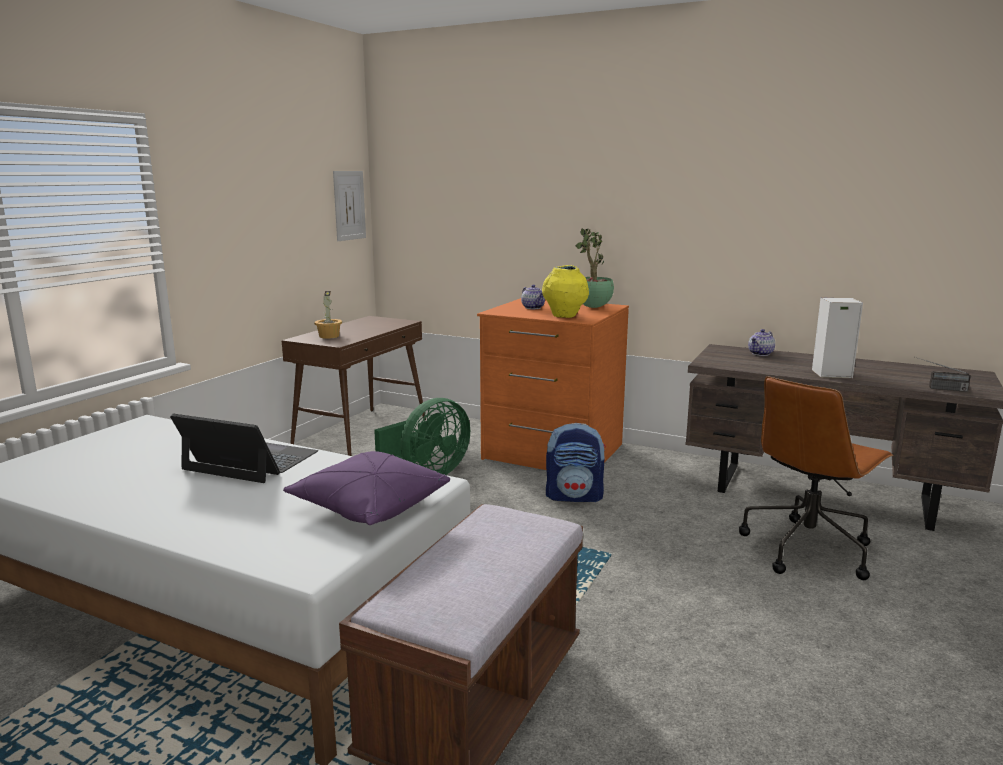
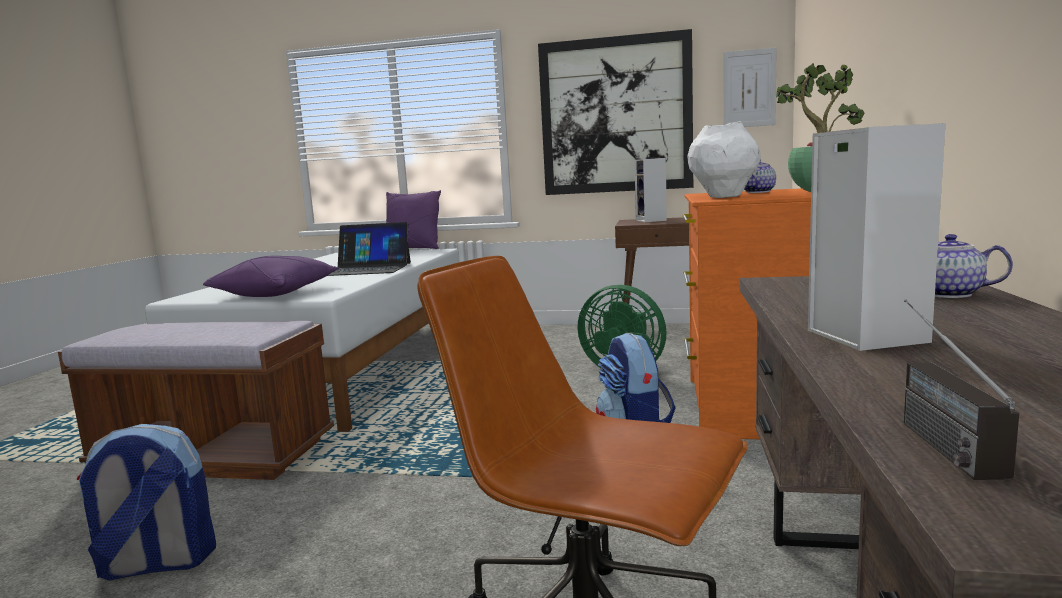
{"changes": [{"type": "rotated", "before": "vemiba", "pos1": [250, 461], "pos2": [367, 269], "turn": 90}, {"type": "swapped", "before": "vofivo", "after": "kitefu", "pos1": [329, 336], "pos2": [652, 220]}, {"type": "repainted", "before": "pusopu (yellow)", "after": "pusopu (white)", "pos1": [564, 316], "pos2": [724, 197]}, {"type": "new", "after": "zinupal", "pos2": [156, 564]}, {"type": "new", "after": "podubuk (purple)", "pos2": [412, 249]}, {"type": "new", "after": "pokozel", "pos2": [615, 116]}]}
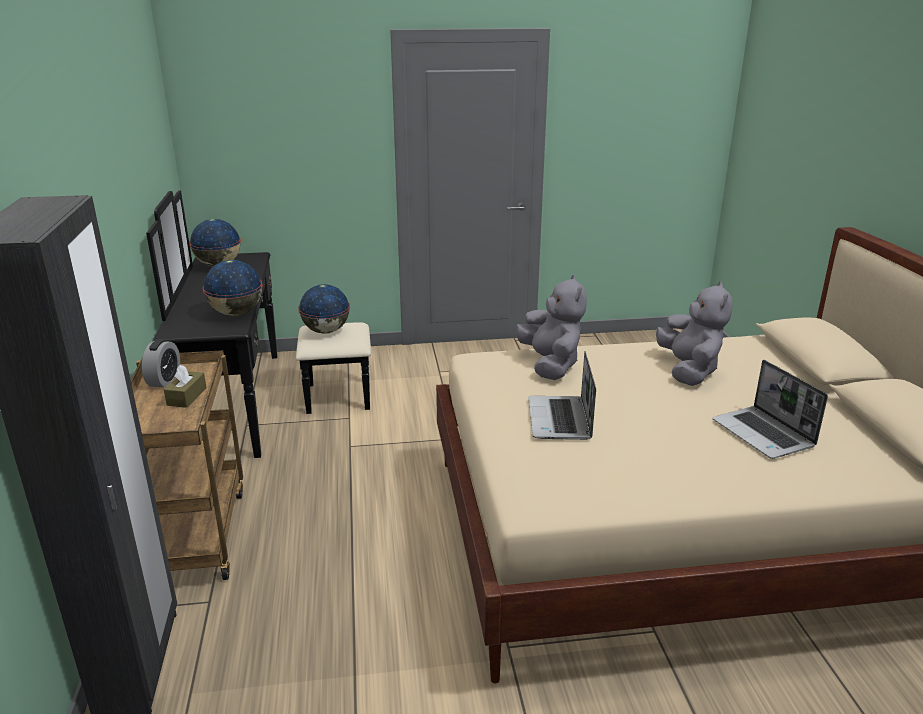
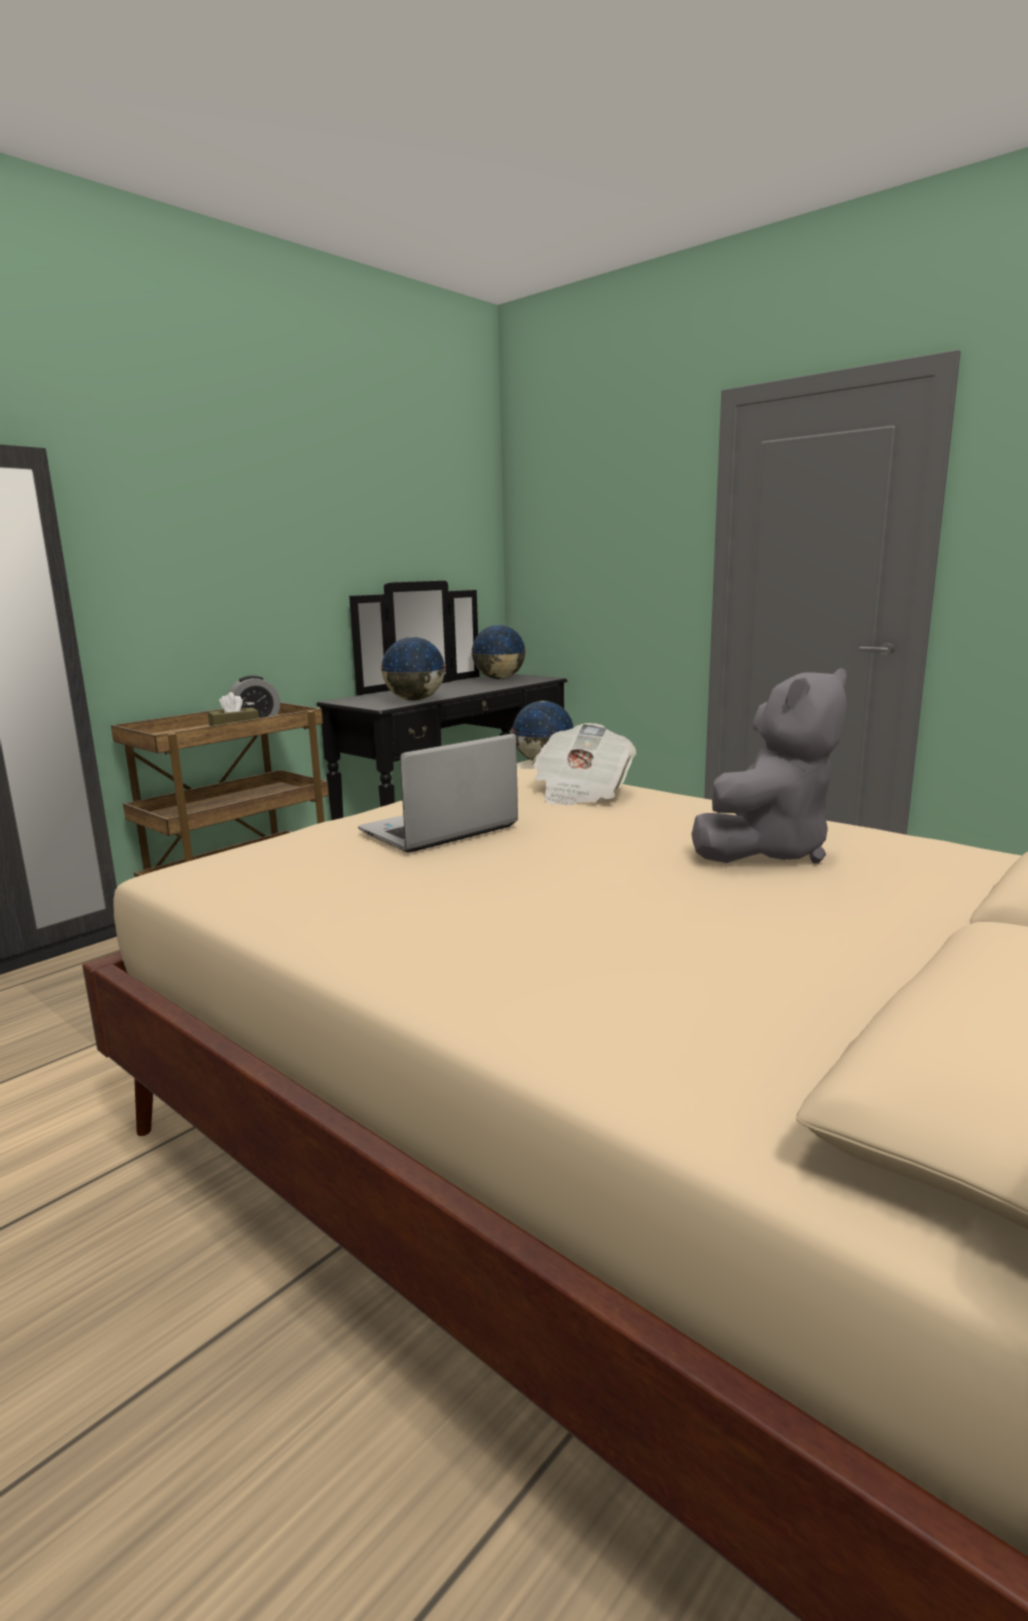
{"changes": [{"type": "swapped", "before": "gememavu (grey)", "after": "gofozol", "pos1": [550, 365], "pos2": [580, 793]}, {"type": "gone", "before": "vemiba", "pos1": [764, 434]}]}
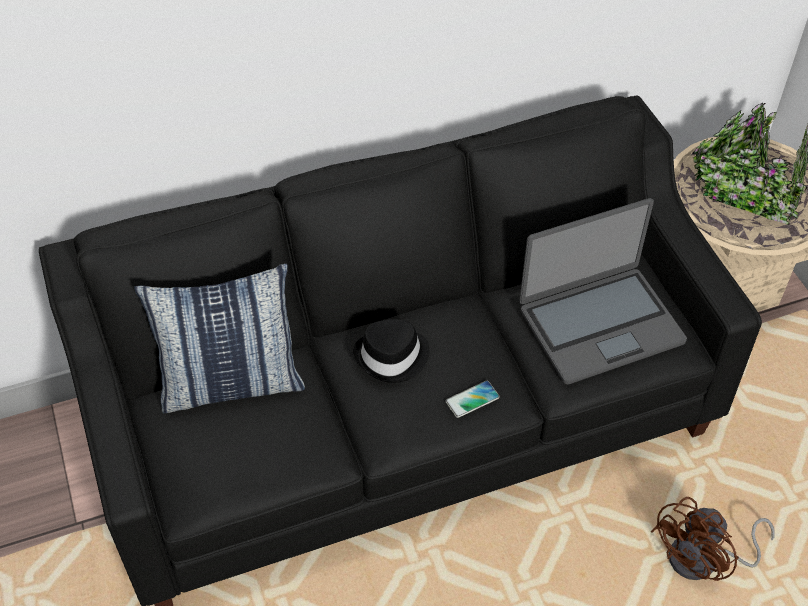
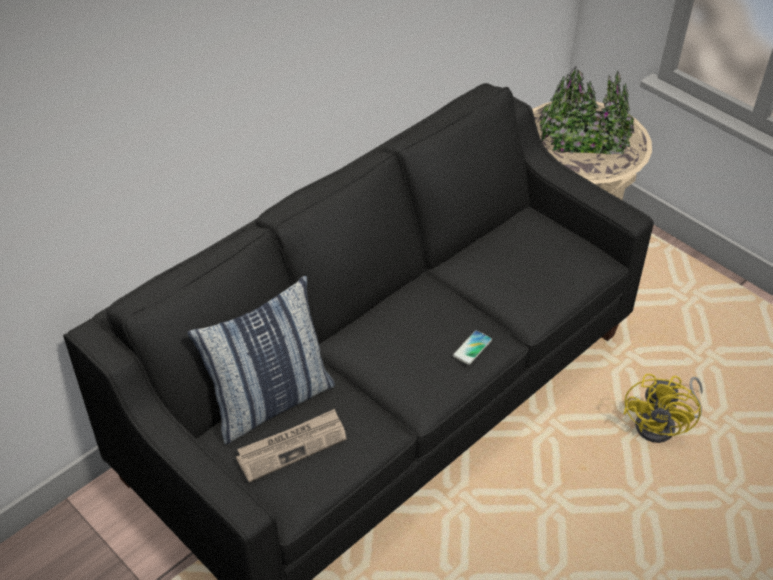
{"changes": [{"type": "gone", "before": "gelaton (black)", "pos1": [392, 357]}, {"type": "gone", "before": "vemiba", "pos1": [600, 324]}, {"type": "repainted", "before": "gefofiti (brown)", "after": "gefofiti (yellow)", "pos1": [703, 560], "pos2": [662, 425]}, {"type": "new", "after": "gofozol", "pos2": [292, 446]}]}
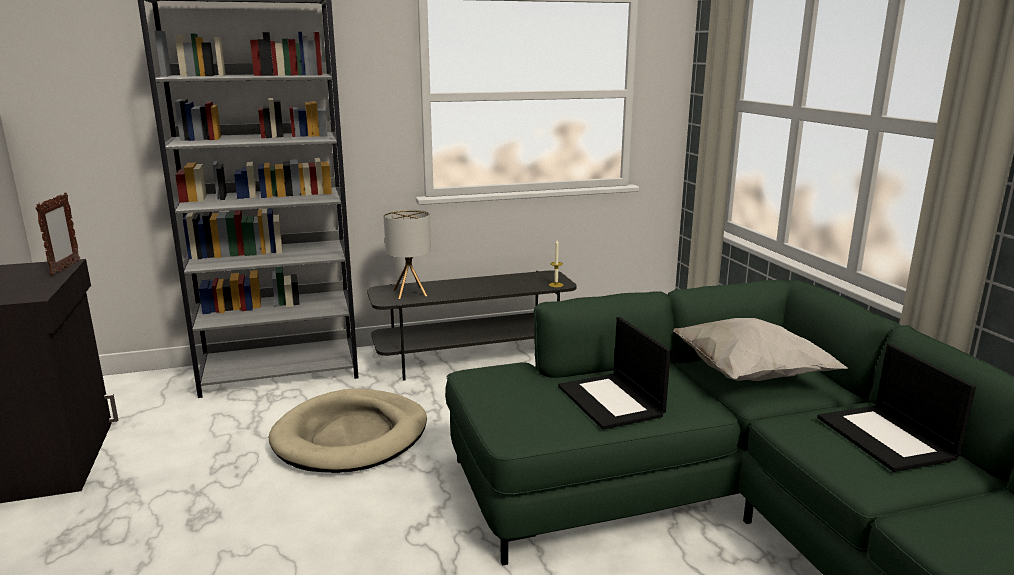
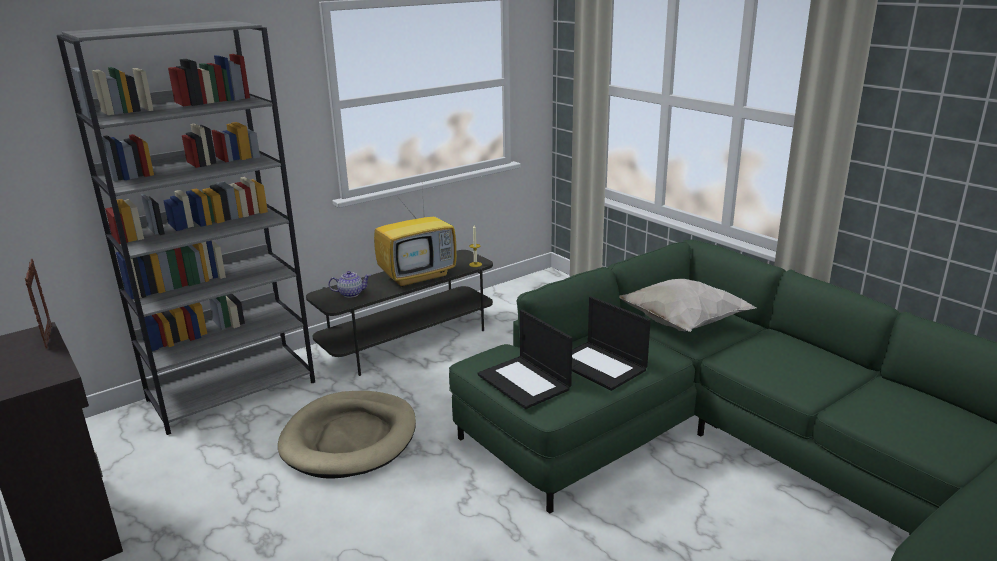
{"changes": [{"type": "swapped", "before": "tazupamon", "after": "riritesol", "pos1": [410, 292], "pos2": [350, 294]}, {"type": "shifted", "before": "vemiba", "pos1": [887, 438], "pos2": [525, 382]}, {"type": "new", "after": "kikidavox", "pos2": [418, 276]}]}
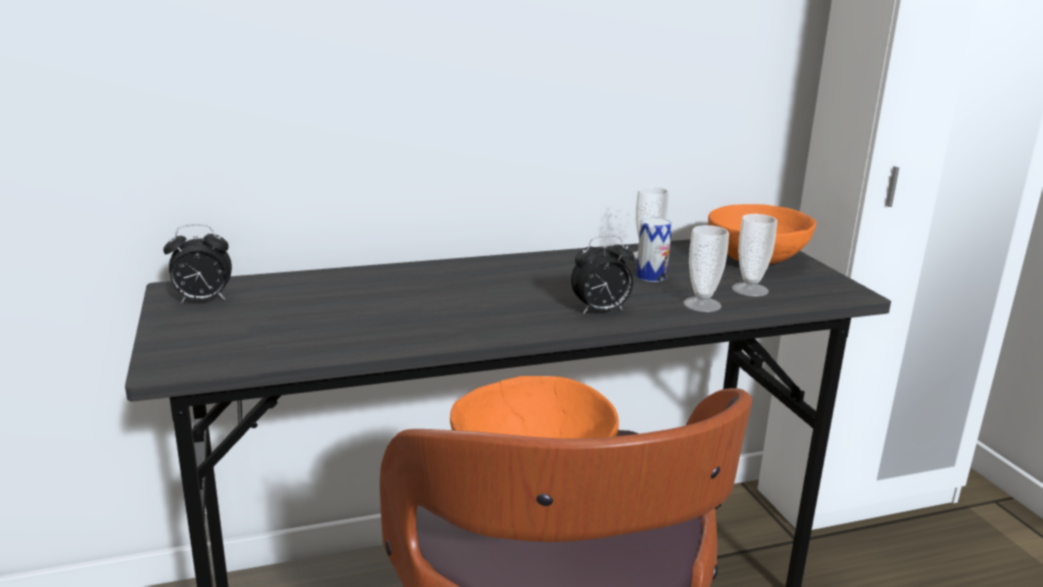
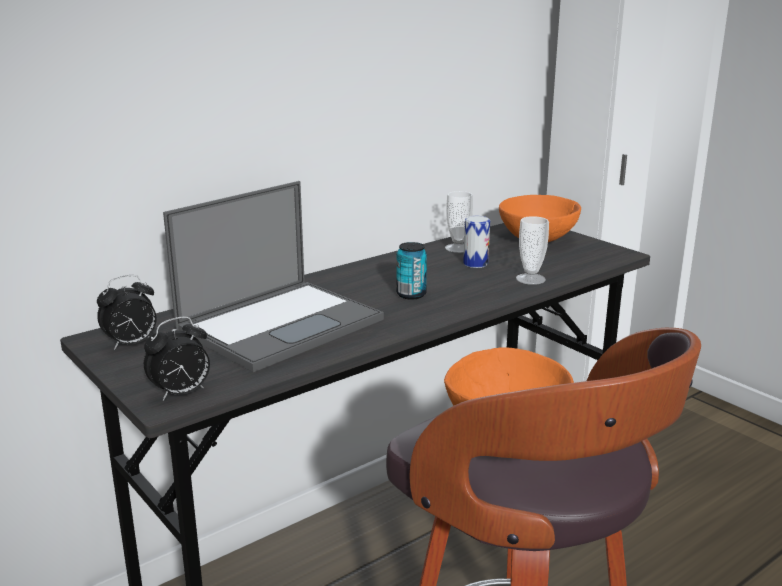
{"changes": [{"type": "shifted", "before": "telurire", "pos1": [601, 311], "pos2": [181, 394]}, {"type": "gone", "before": "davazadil", "pos1": [750, 290]}, {"type": "new", "after": "vemiba", "pos2": [282, 324]}, {"type": "new", "after": "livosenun", "pos2": [411, 294]}]}
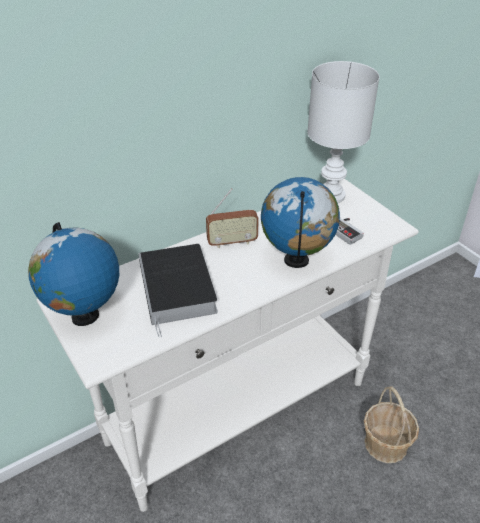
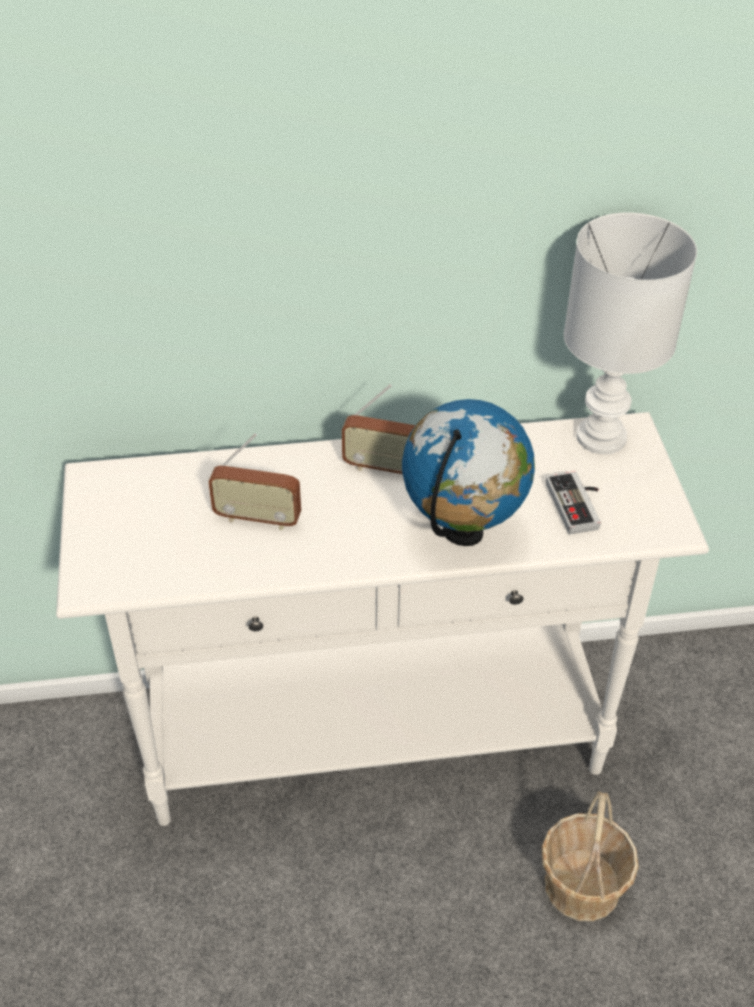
{"changes": [{"type": "gone", "before": "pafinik", "pos1": [85, 317]}, {"type": "swapped", "before": "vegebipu", "after": "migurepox", "pos1": [178, 290], "pos2": [257, 518]}]}
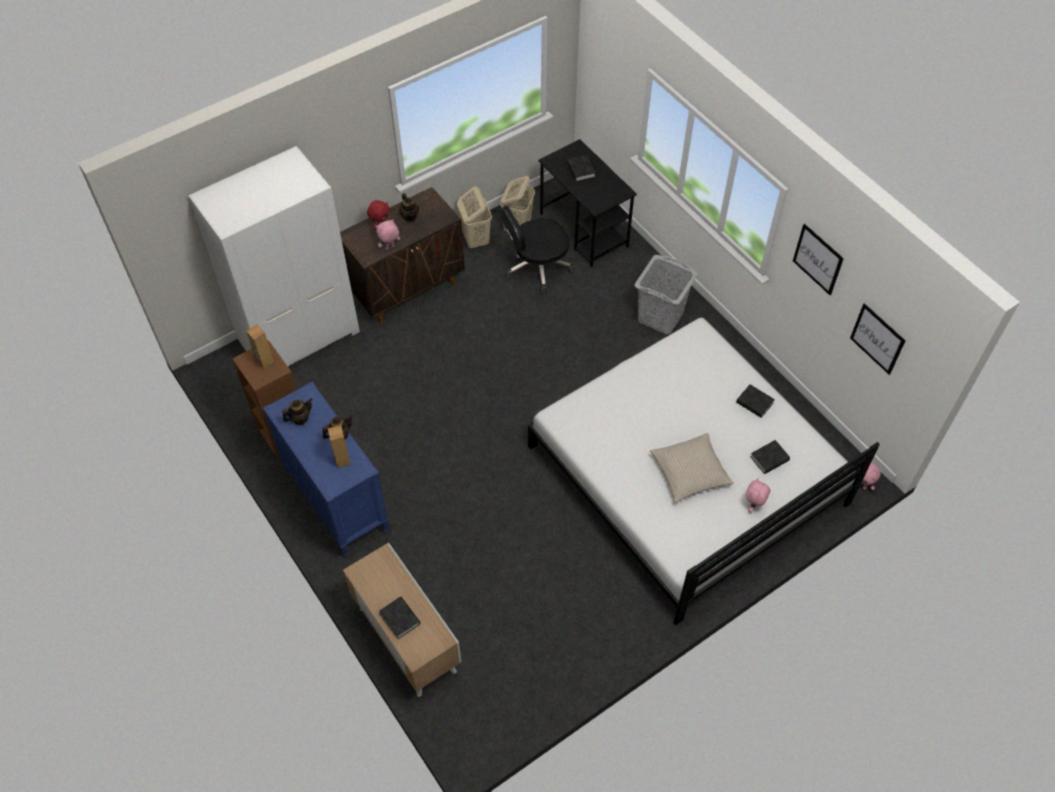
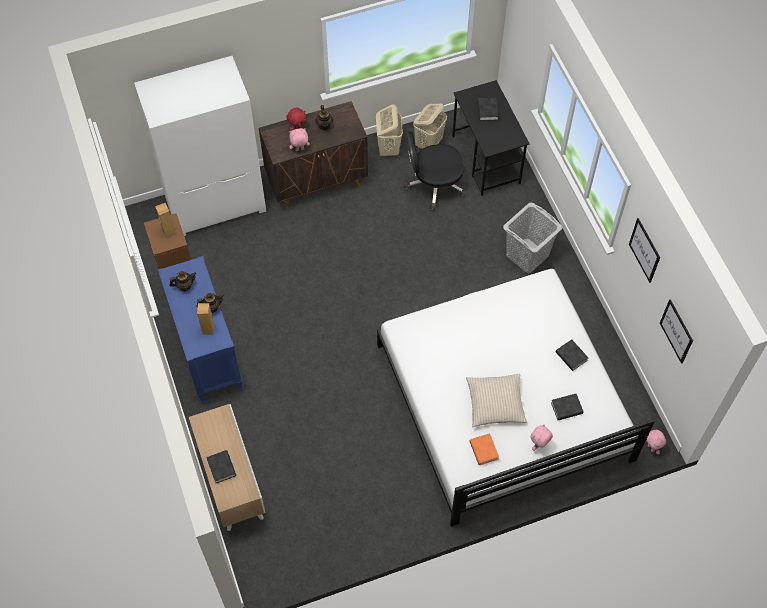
{"changes": [{"type": "new", "after": "vegebipu (orange)", "pos2": [483, 450]}]}
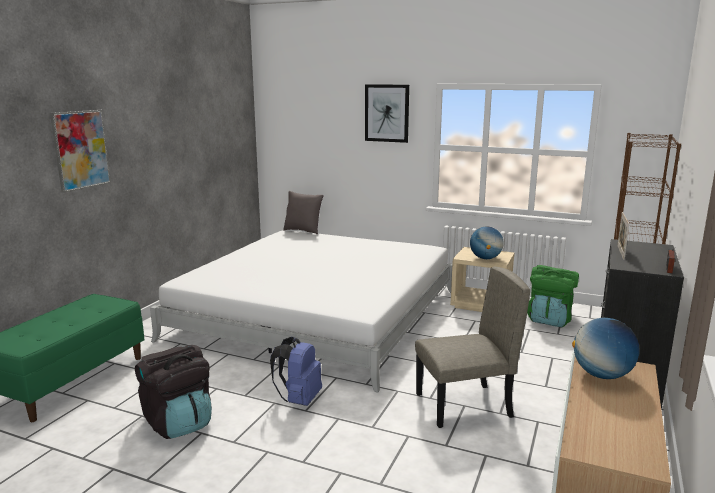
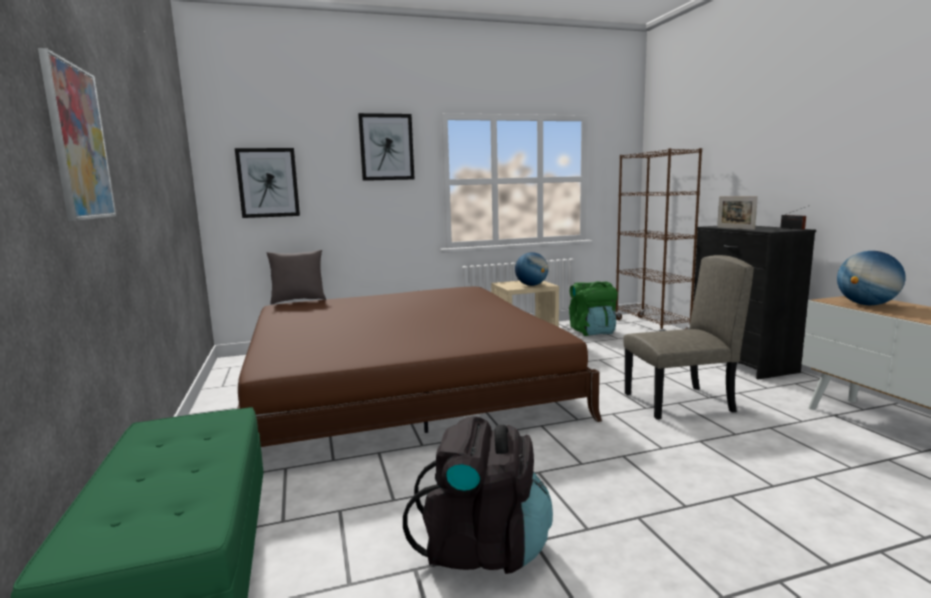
{"changes": [{"type": "repainted", "before": "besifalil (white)", "after": "besifalil (brown)", "pos1": [317, 314], "pos2": [400, 384]}, {"type": "gone", "before": "zinupal (blue)", "pos1": [299, 399]}, {"type": "rotated", "before": "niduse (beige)", "pos1": [463, 406], "pos2": [678, 403], "turn": 45}, {"type": "new", "after": "pokozel", "pos2": [268, 183]}]}
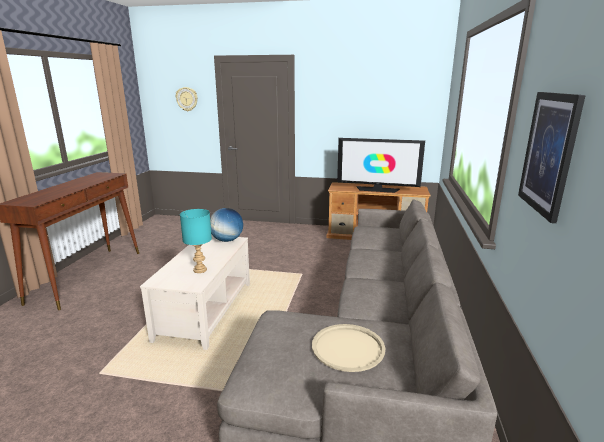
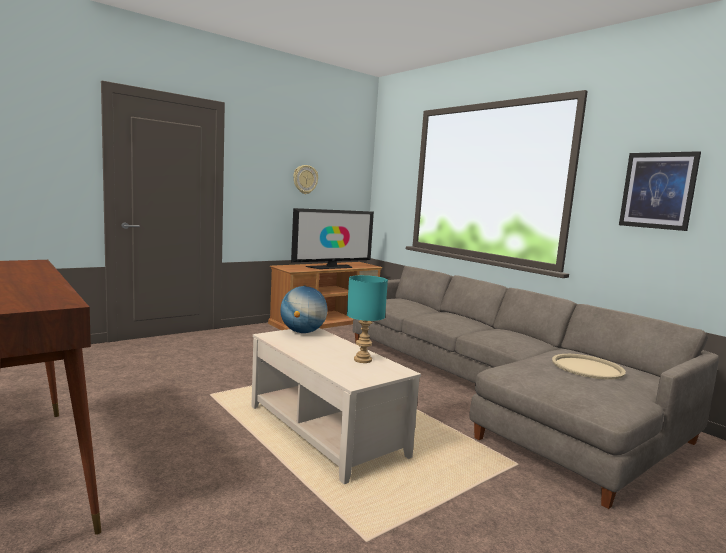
{"changes": [{"type": "shifted", "before": "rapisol", "pos1": [187, 99], "pos2": [305, 179]}]}
